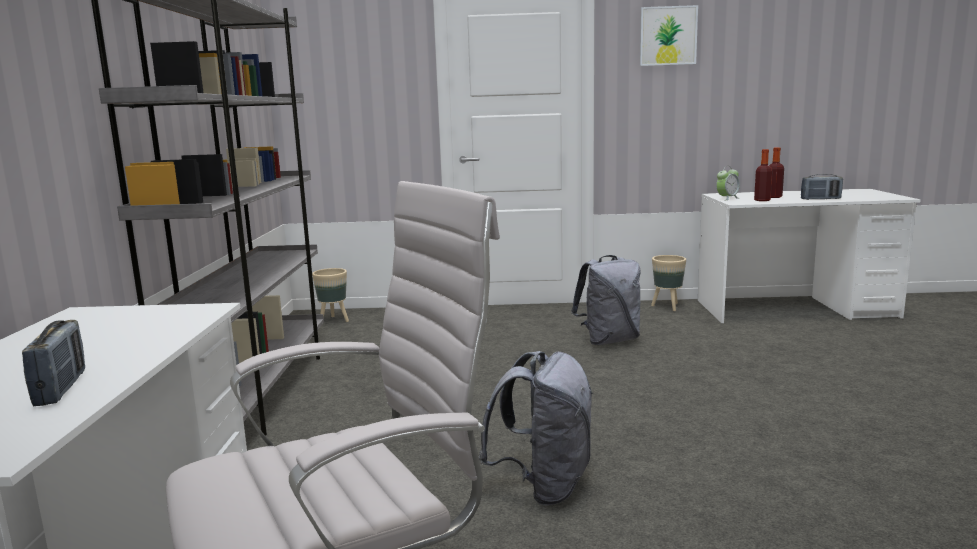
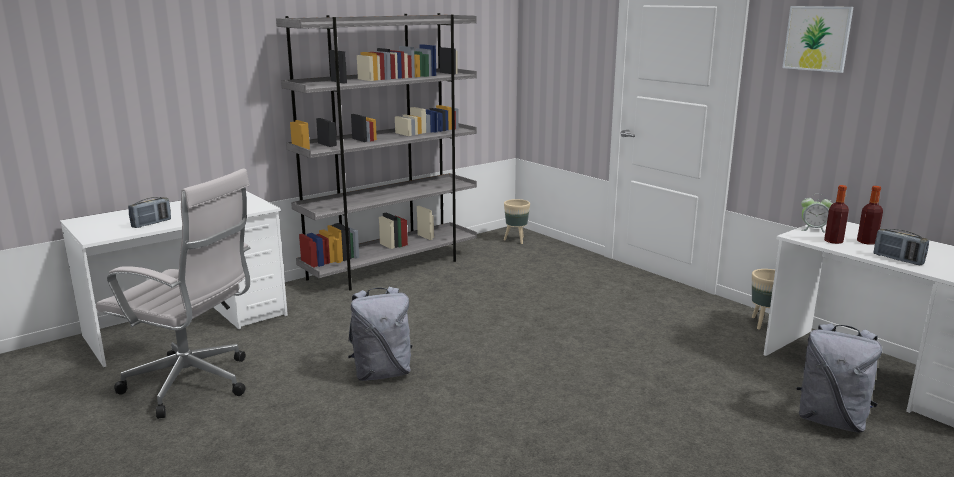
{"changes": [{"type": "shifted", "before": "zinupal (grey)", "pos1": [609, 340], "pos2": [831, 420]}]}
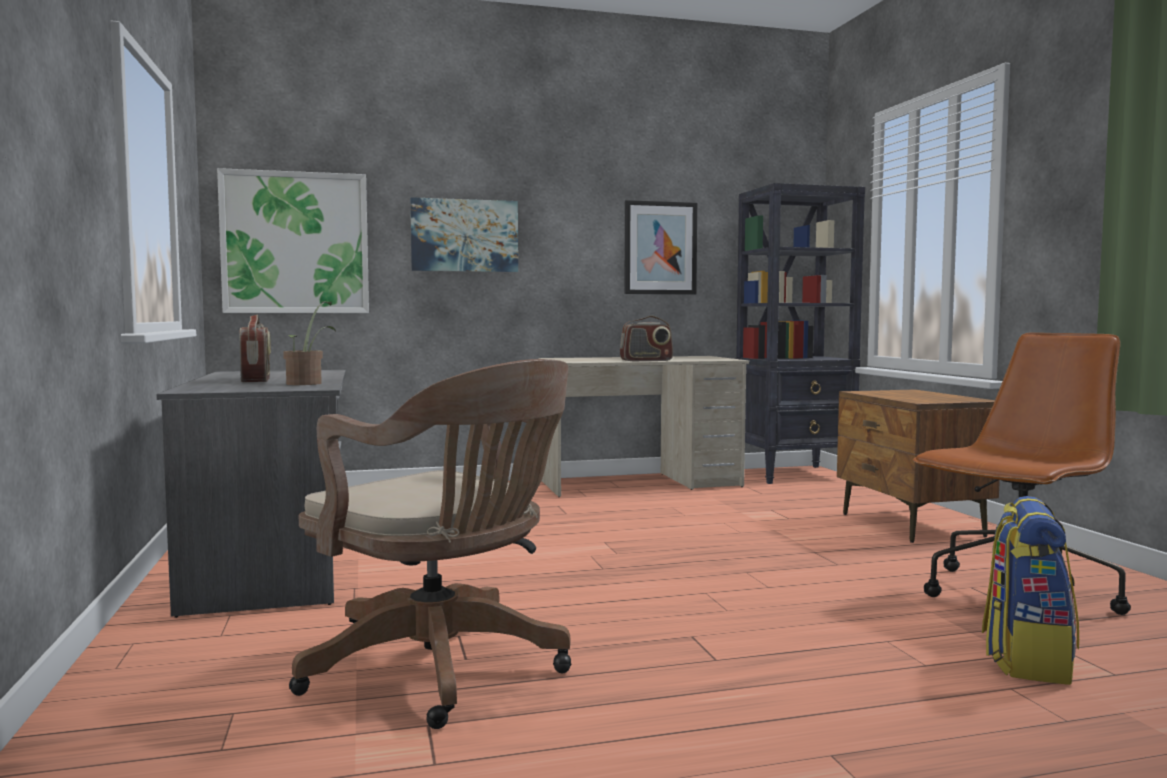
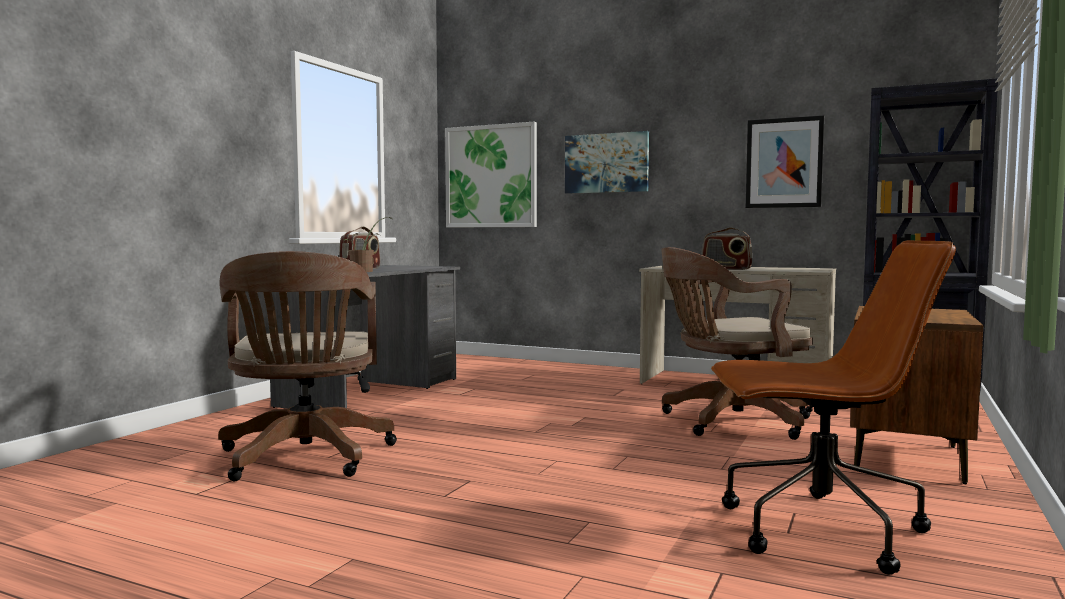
{"changes": [{"type": "gone", "before": "zinupal", "pos1": [1026, 660]}, {"type": "new", "after": "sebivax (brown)", "pos2": [729, 422]}]}
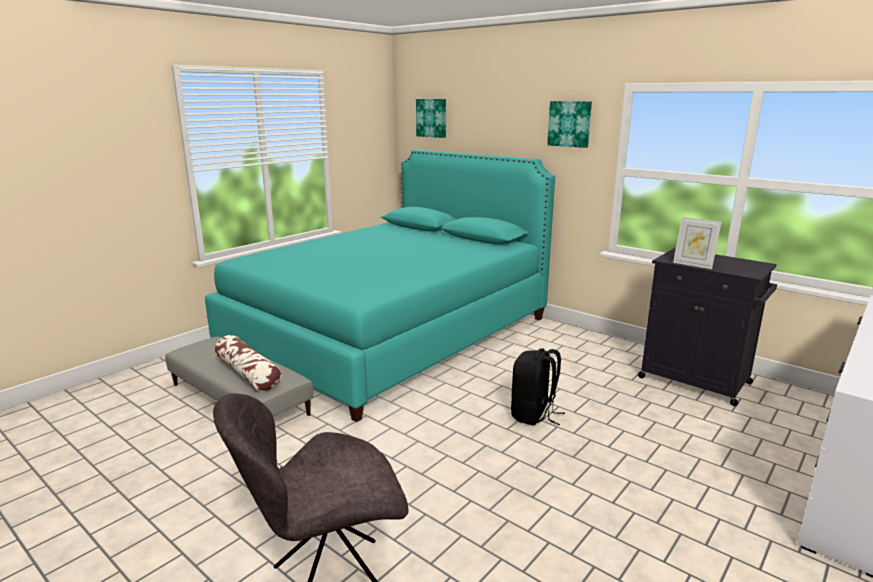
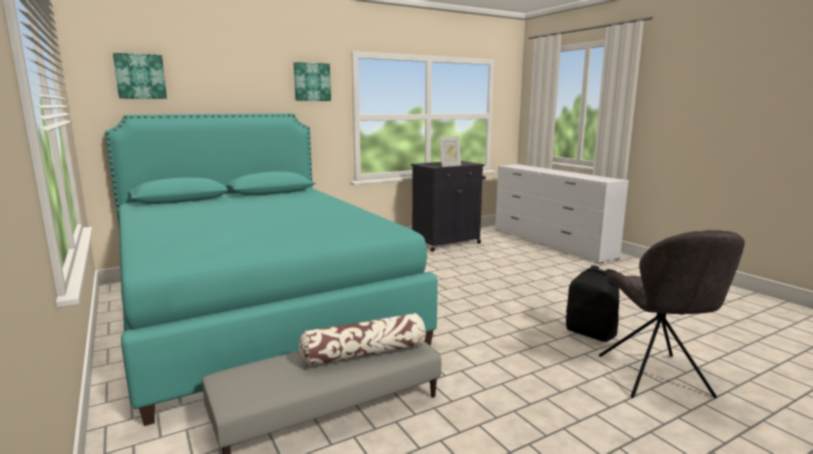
{"changes": [{"type": "shifted", "before": "zinupal (black)", "pos1": [533, 415], "pos2": [591, 333]}]}
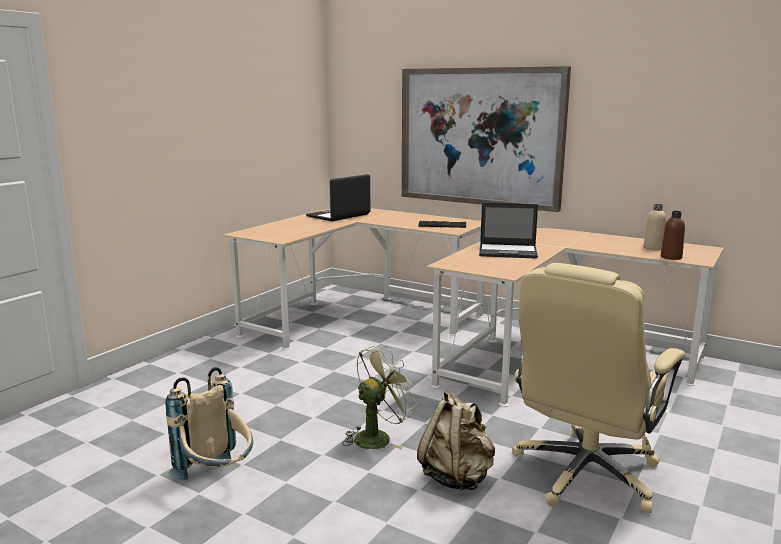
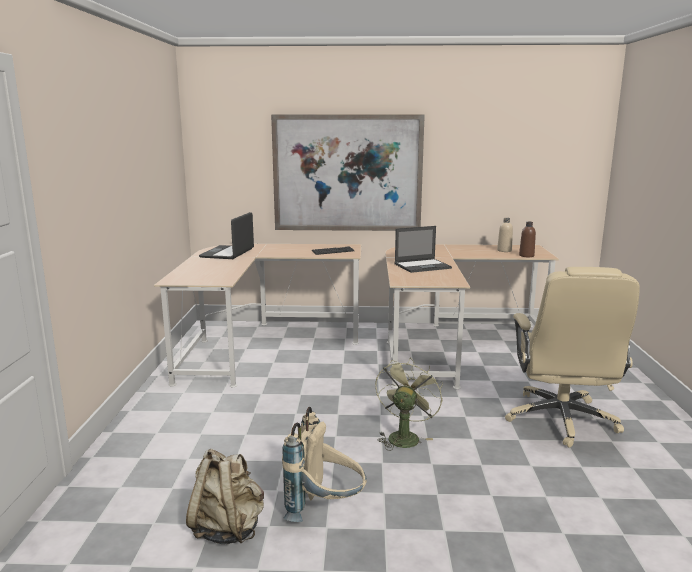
{"changes": [{"type": "shifted", "before": "zinupal (beige)", "pos1": [457, 477], "pos2": [228, 529]}]}
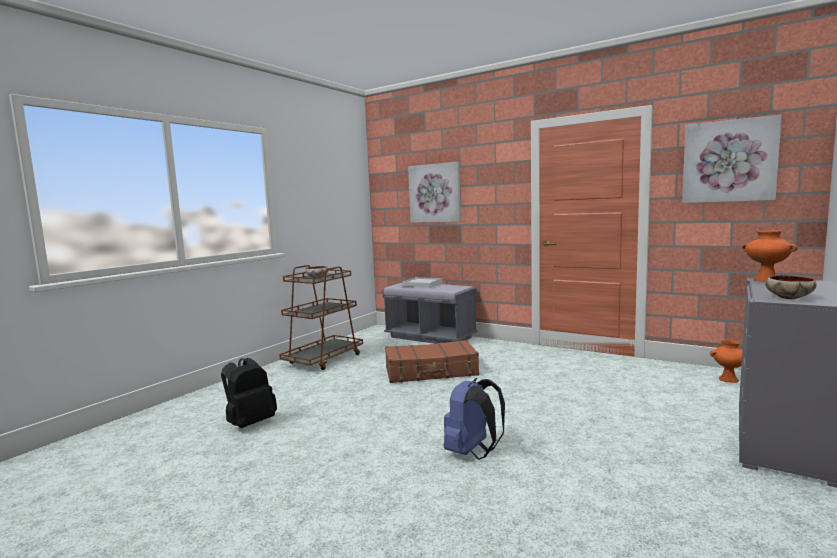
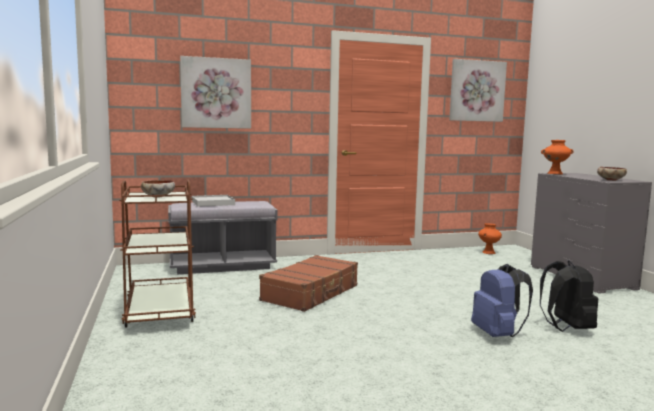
{"changes": [{"type": "shifted", "before": "zinupal (black)", "pos1": [250, 423], "pos2": [566, 328]}]}
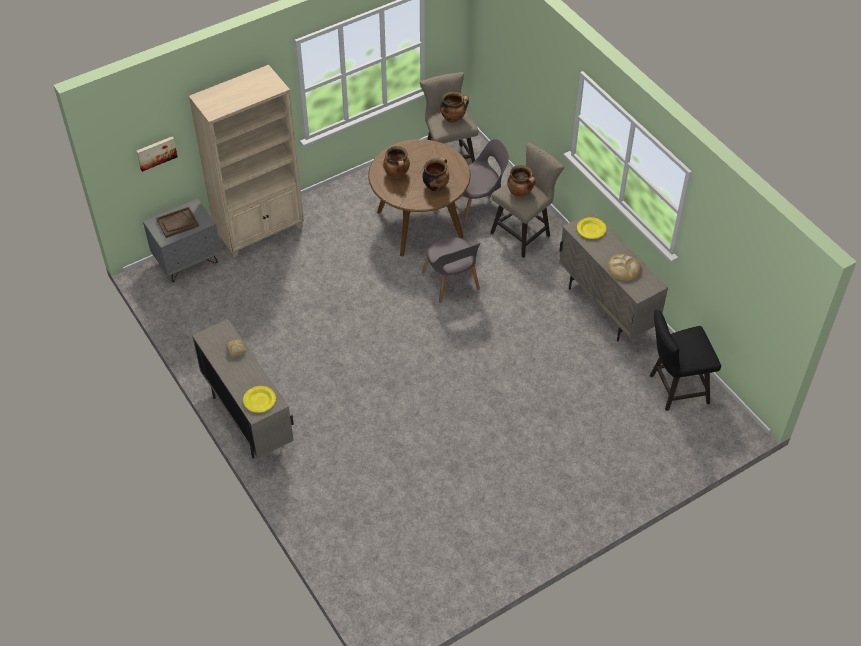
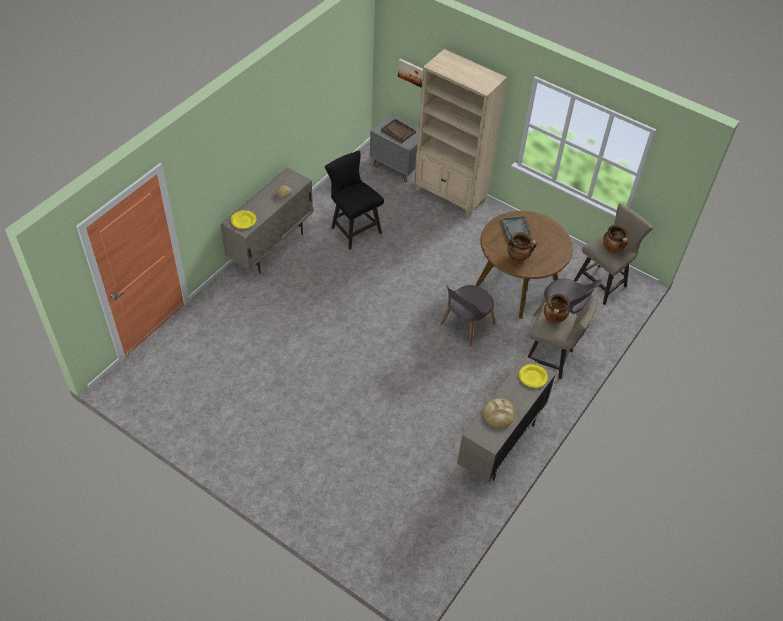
{"changes": [{"type": "swapped", "before": "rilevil", "after": "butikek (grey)", "pos1": [397, 174], "pos2": [516, 229]}, {"type": "shifted", "before": "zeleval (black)", "pos1": [674, 389], "pos2": [353, 229]}]}
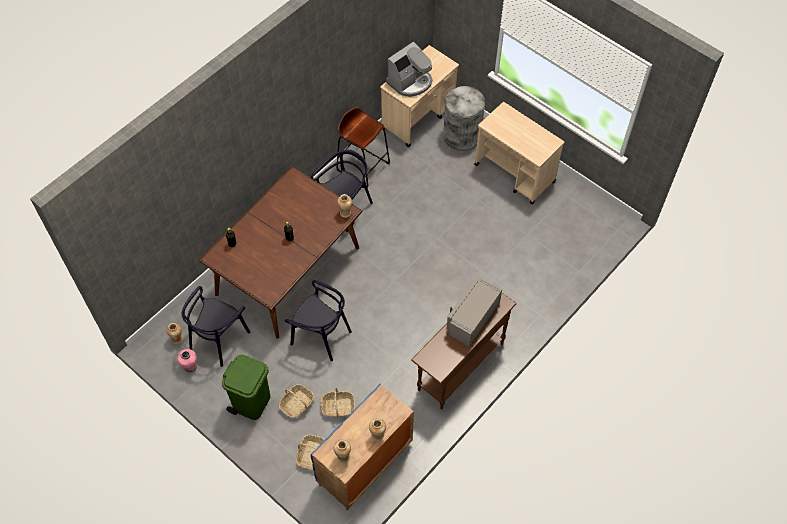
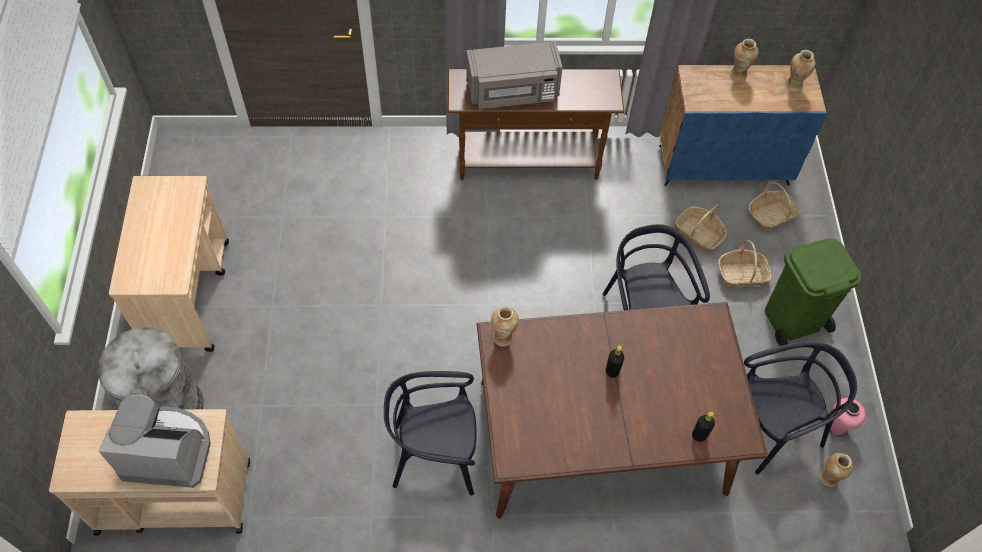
{"changes": [{"type": "gone", "before": "zeleval (brown)", "pos1": [363, 166]}]}
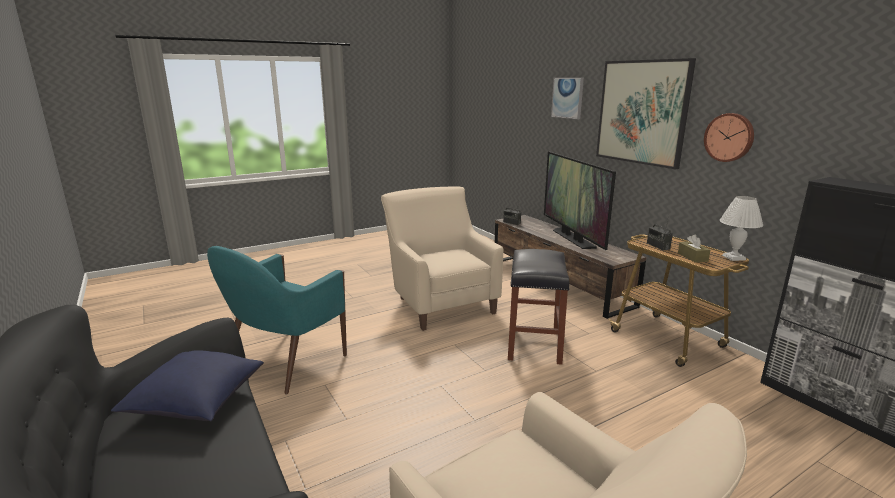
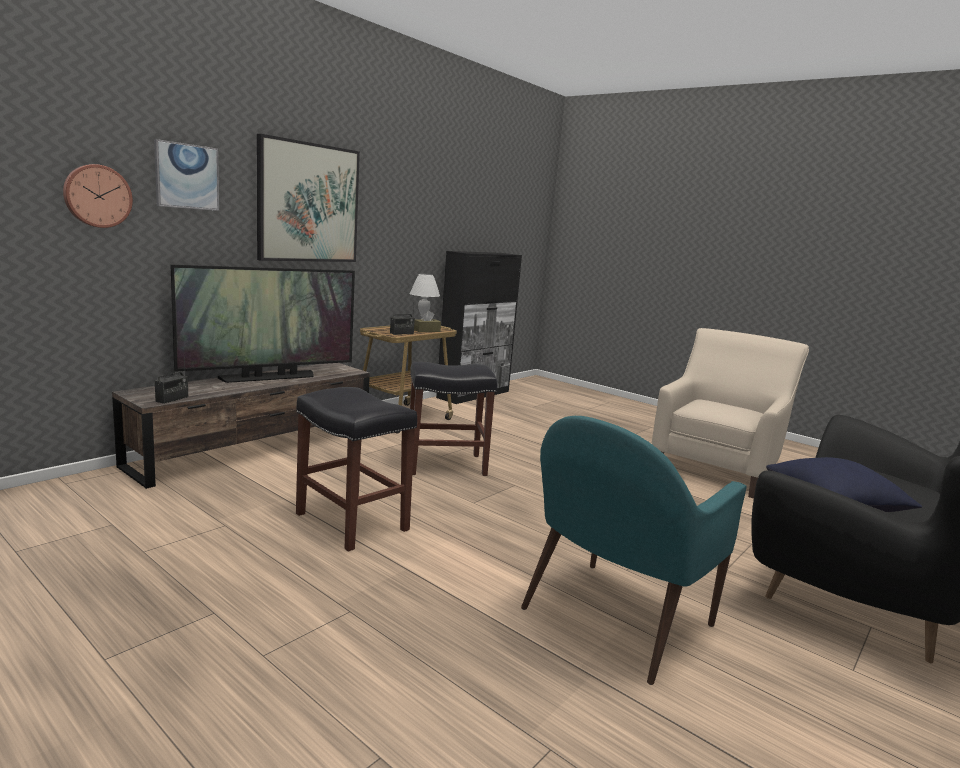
{"changes": [{"type": "rotated", "before": "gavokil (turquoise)", "pos1": [284, 362], "pos2": [614, 619], "turn": 120}, {"type": "swapped", "before": "gavokil (beige)", "after": "zeleval (black)", "pos1": [439, 302], "pos2": [350, 521]}, {"type": "shifted", "before": "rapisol", "pos1": [729, 137], "pos2": [97, 196]}]}
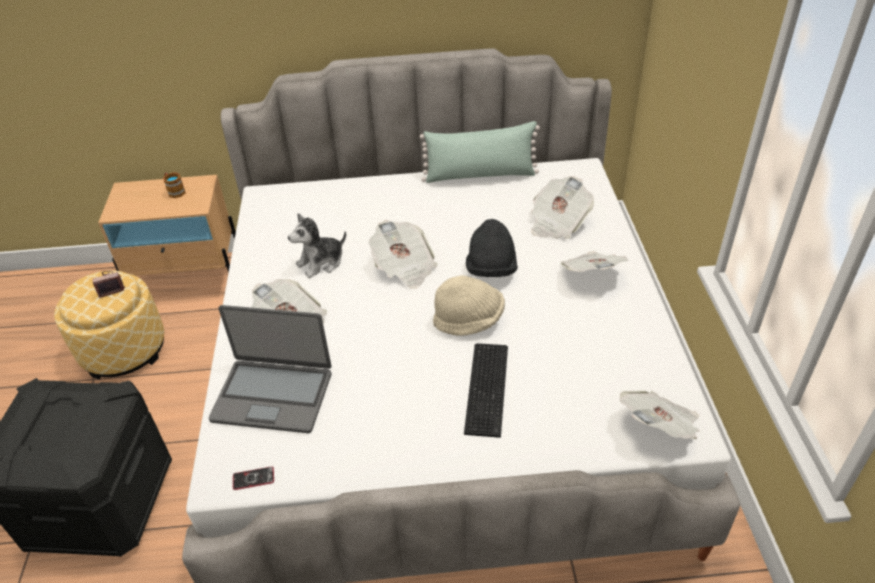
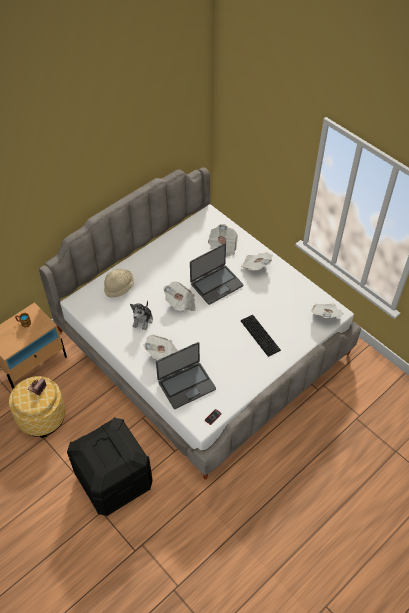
{"changes": [{"type": "gone", "before": "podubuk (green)", "pos1": [480, 175]}, {"type": "shifted", "before": "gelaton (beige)", "pos1": [469, 320], "pos2": [119, 287]}, {"type": "swapped", "before": "gelaton (black)", "after": "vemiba", "pos1": [491, 269], "pos2": [216, 284]}]}
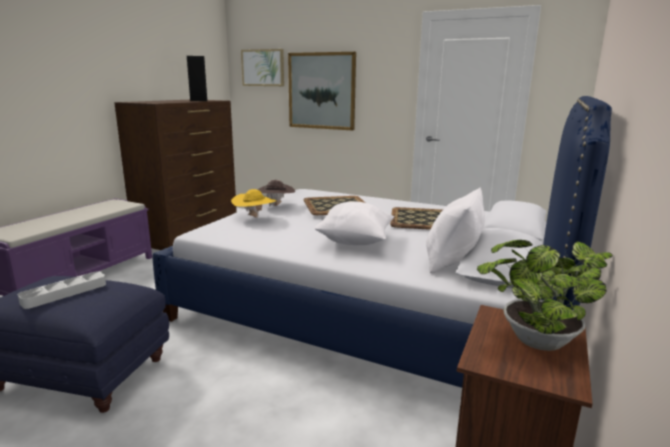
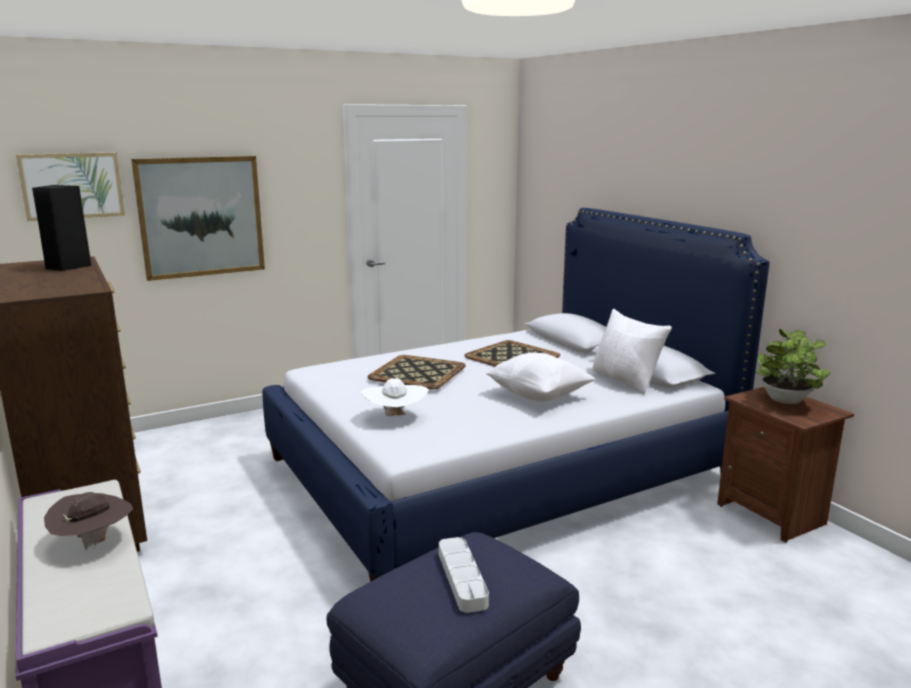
{"changes": [{"type": "repainted", "before": "gelaton (yellow)", "after": "gelaton (white)", "pos1": [254, 218], "pos2": [395, 417]}, {"type": "shifted", "before": "gelaton (brown)", "pos1": [276, 206], "pos2": [94, 542]}]}
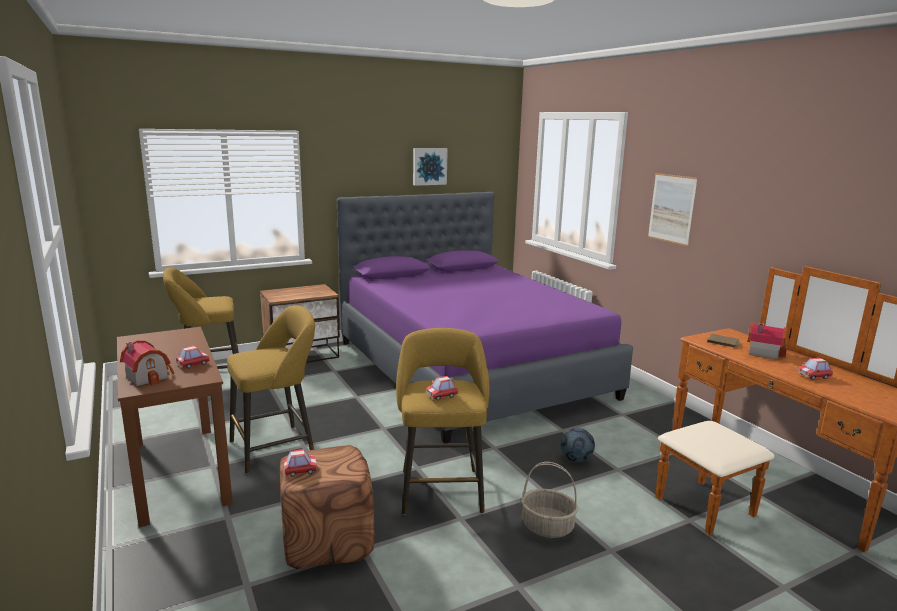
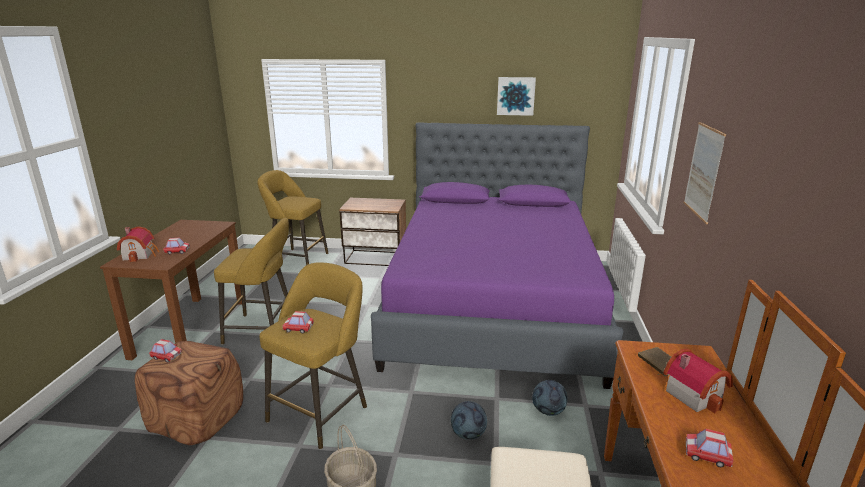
{"changes": [{"type": "new", "after": "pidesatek", "pos2": [548, 411]}]}
